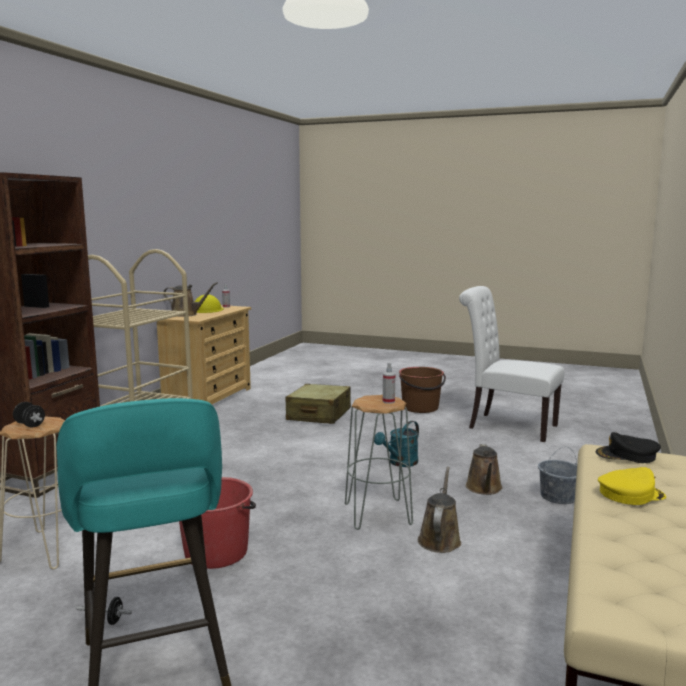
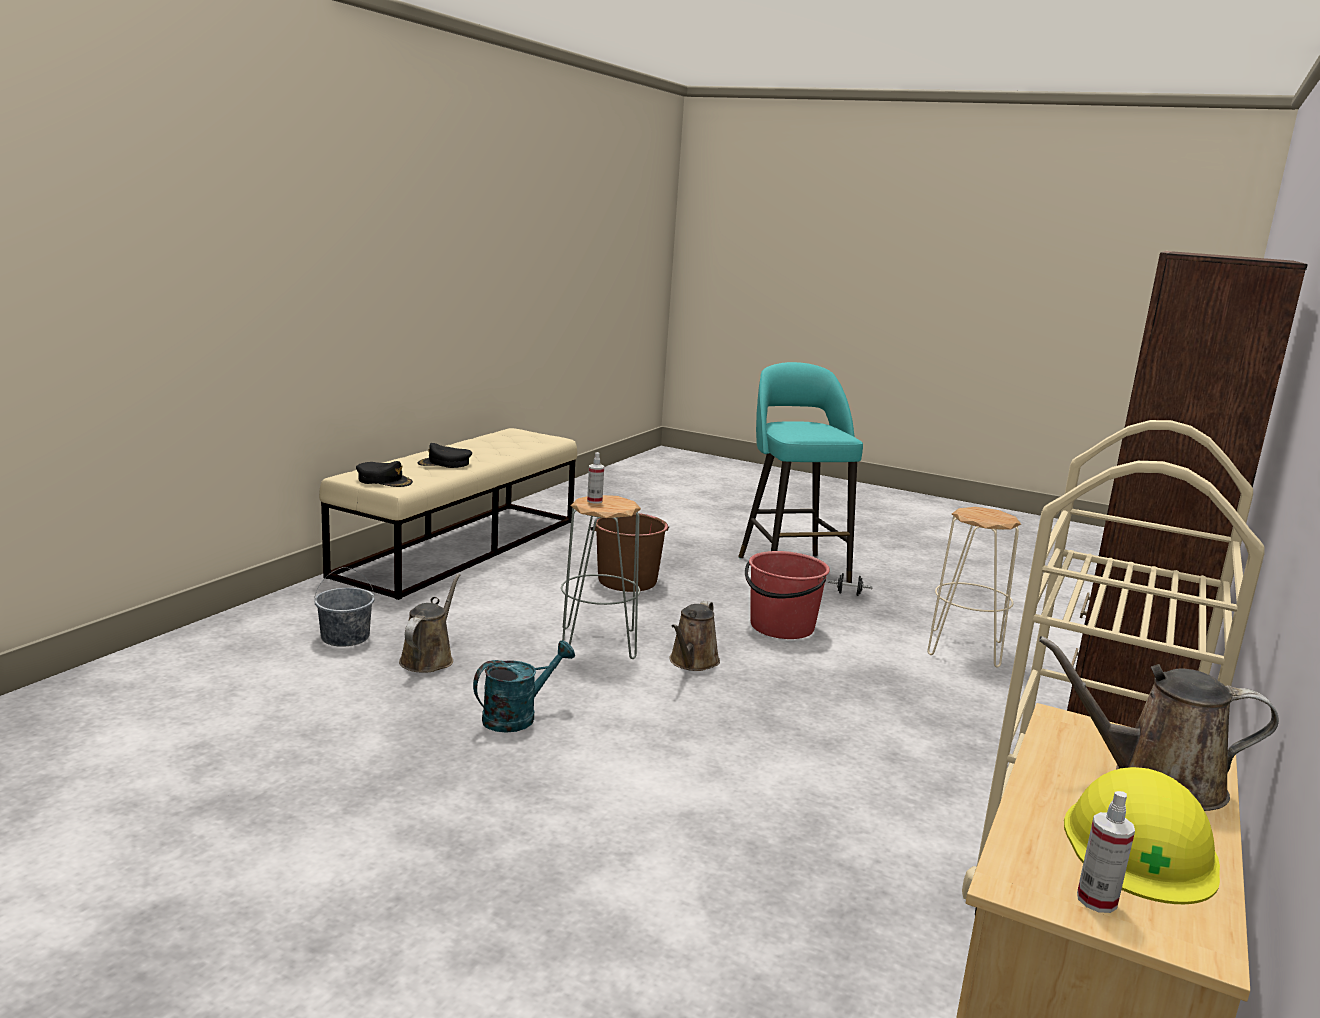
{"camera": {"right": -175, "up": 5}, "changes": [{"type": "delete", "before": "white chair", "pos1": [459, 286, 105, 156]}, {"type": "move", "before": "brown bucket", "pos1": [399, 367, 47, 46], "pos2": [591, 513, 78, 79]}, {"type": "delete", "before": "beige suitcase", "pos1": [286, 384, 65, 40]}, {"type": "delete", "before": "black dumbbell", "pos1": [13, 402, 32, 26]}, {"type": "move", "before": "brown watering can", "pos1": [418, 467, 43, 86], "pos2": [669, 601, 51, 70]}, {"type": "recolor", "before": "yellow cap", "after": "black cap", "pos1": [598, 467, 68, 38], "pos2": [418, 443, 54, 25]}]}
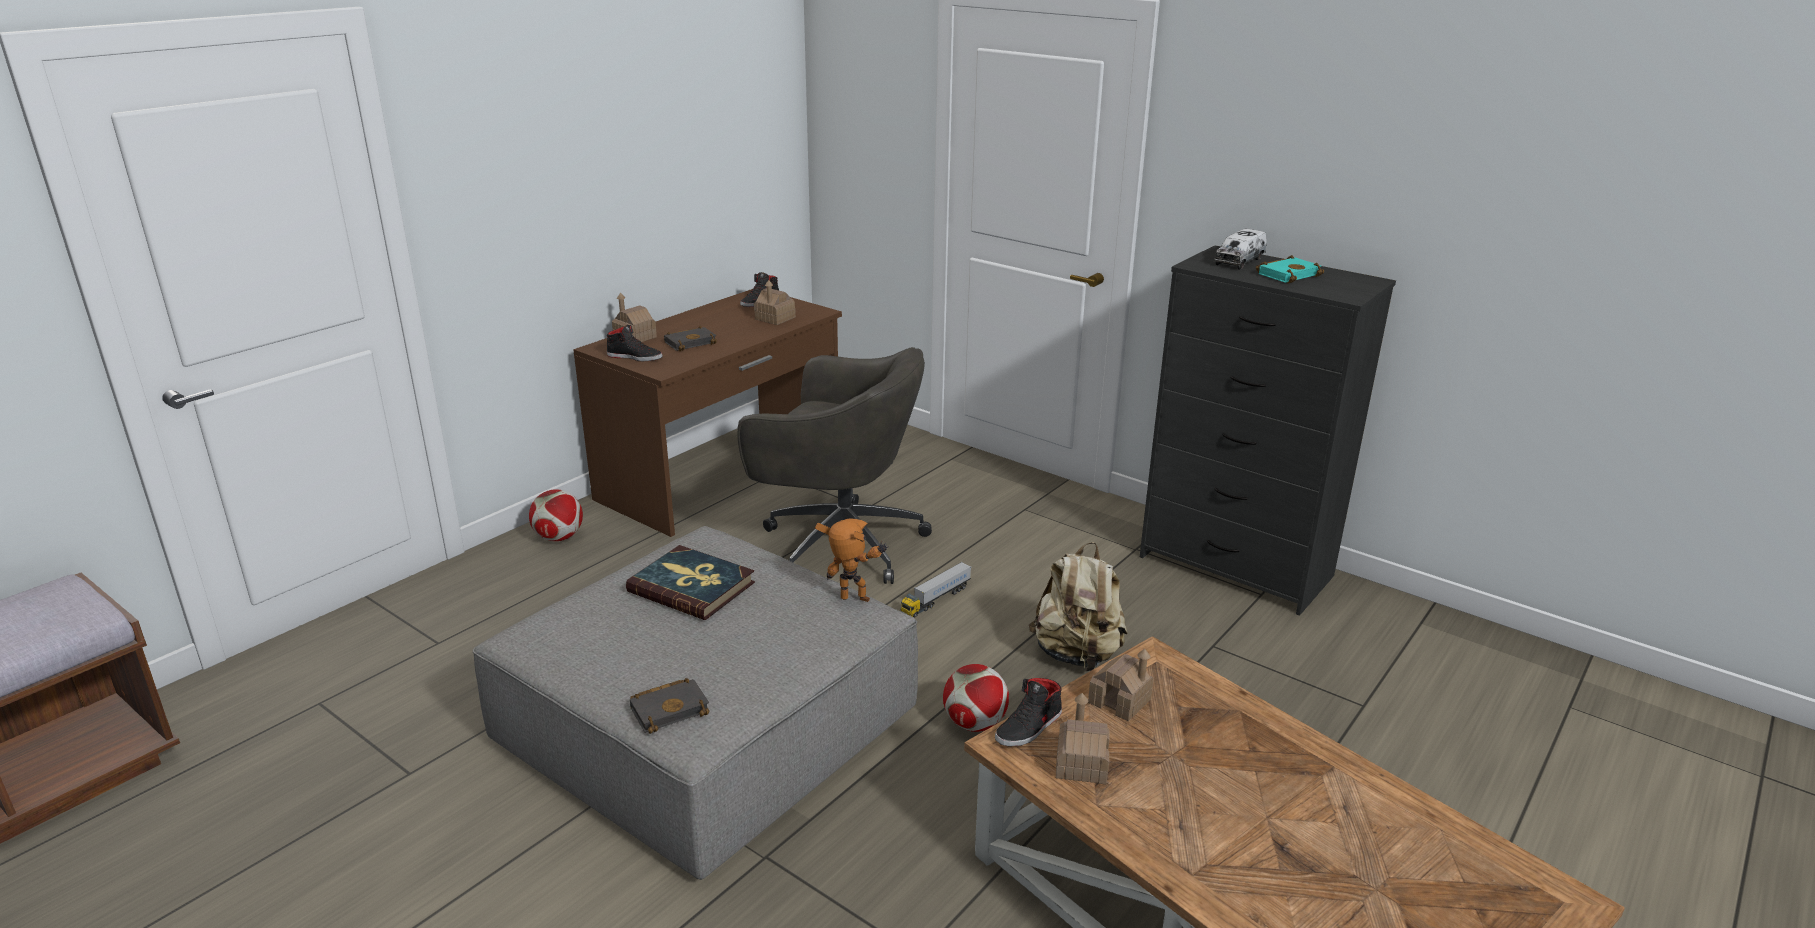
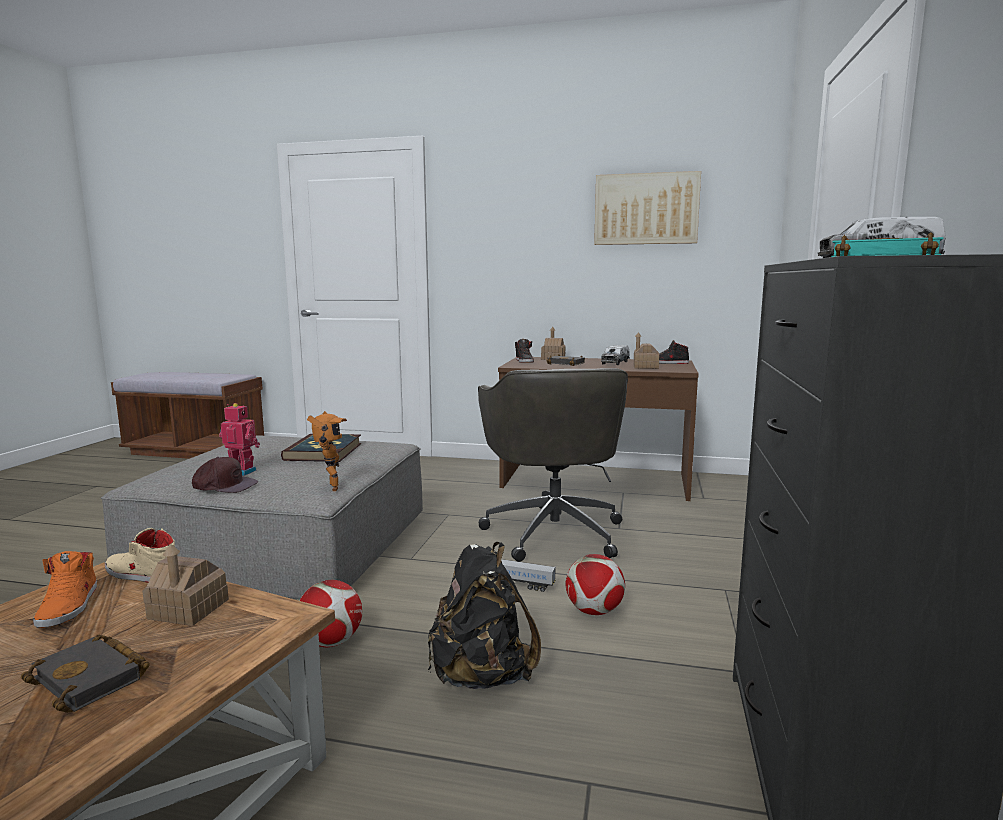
{"camera": {"right": 65, "up": -15}, "changes": [{"type": "move", "before": "football", "pos1": [529, 489, 54, 52], "pos2": [565, 554, 60, 61]}, {"type": "recolor", "before": "beige backpack", "after": "black backpack", "pos1": [1029, 542, 98, 129], "pos2": [428, 542, 113, 147]}, {"type": "move", "before": "black book", "pos1": [630, 678, 80, 56], "pos2": [21, 635, 129, 78]}, {"type": "recolor", "before": "black shoe", "after": "beige shoe", "pos1": [995, 678, 67, 69], "pos2": [105, 528, 70, 55]}, {"type": "replace", "before": "toy house", "after": "orange shoe", "pos1": [1056, 693, 54, 91], "pos2": [33, 551, 64, 77]}, {"type": "insert", "after": "picture", "pos2": [594, 171, 107, 74]}, {"type": "insert", "after": "toy truck", "pos2": [601, 345, 29, 20]}, {"type": "insert", "after": "toy robot", "pos2": [219, 403, 41, 73]}, {"type": "insert", "after": "brown cap", "pos2": [192, 457, 66, 36]}]}
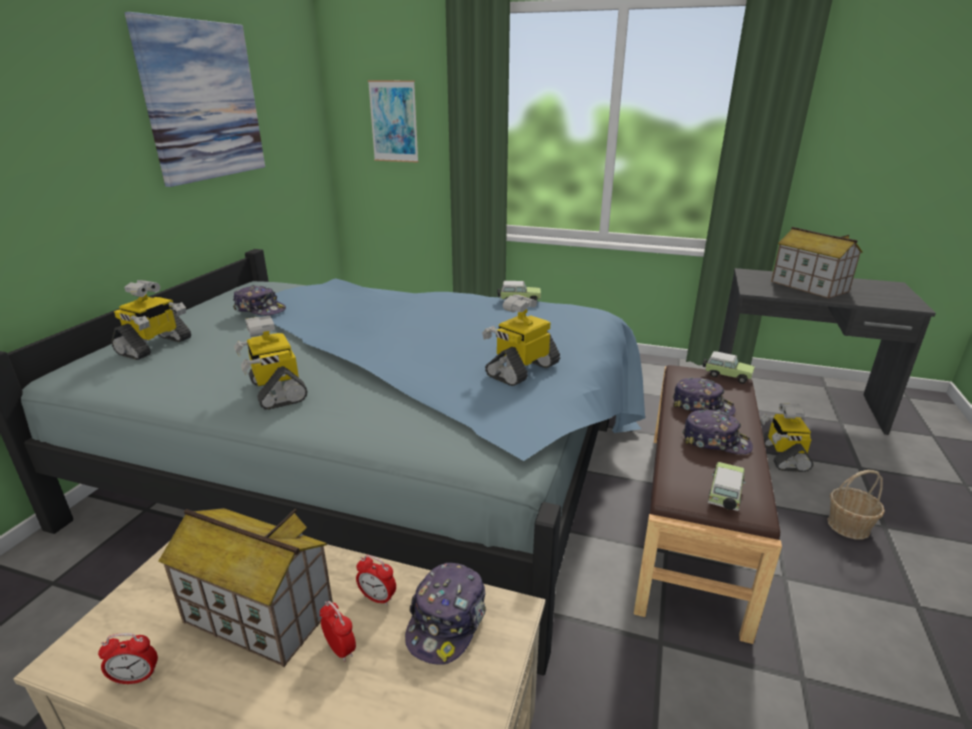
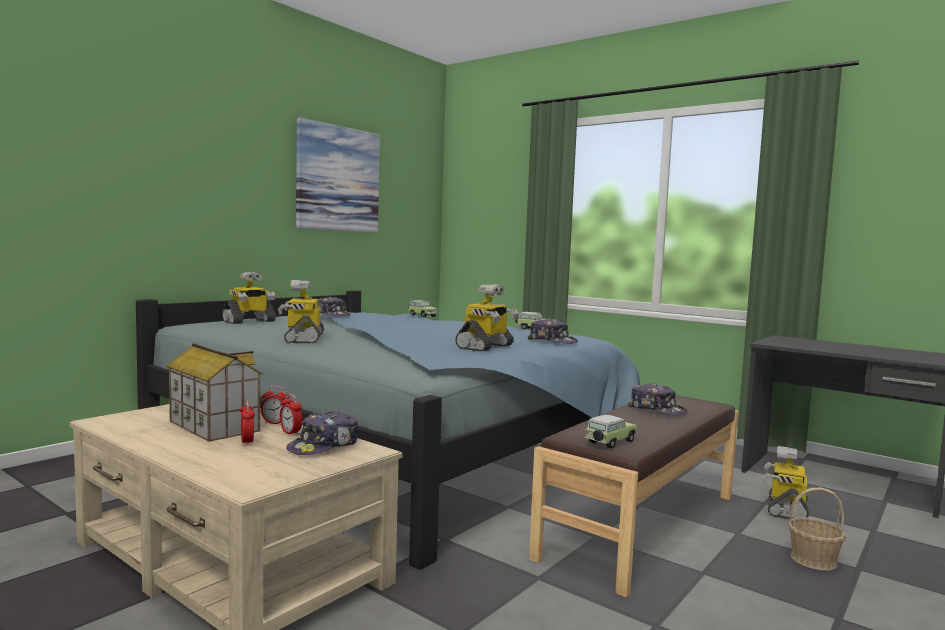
{"camera": {"right": 20, "up": -20}, "changes": [{"type": "delete", "before": "picture", "pos1": [368, 80, 51, 83]}, {"type": "delete", "before": "toy house", "pos1": [771, 227, 91, 72]}, {"type": "rotate", "before": "toy robot", "pos1": [482, 295, 78, 91], "pos2": [455, 284, 64, 68], "turn": 150}, {"type": "move", "before": "toy car", "pos1": [703, 351, 52, 33], "pos2": [408, 300, 30, 18]}, {"type": "move", "before": "cap", "pos1": [682, 410, 71, 44], "pos2": [528, 318, 50, 26]}, {"type": "move", "before": "alarm clock", "pos1": [98, 633, 60, 52], "pos2": [261, 385, 28, 39]}]}
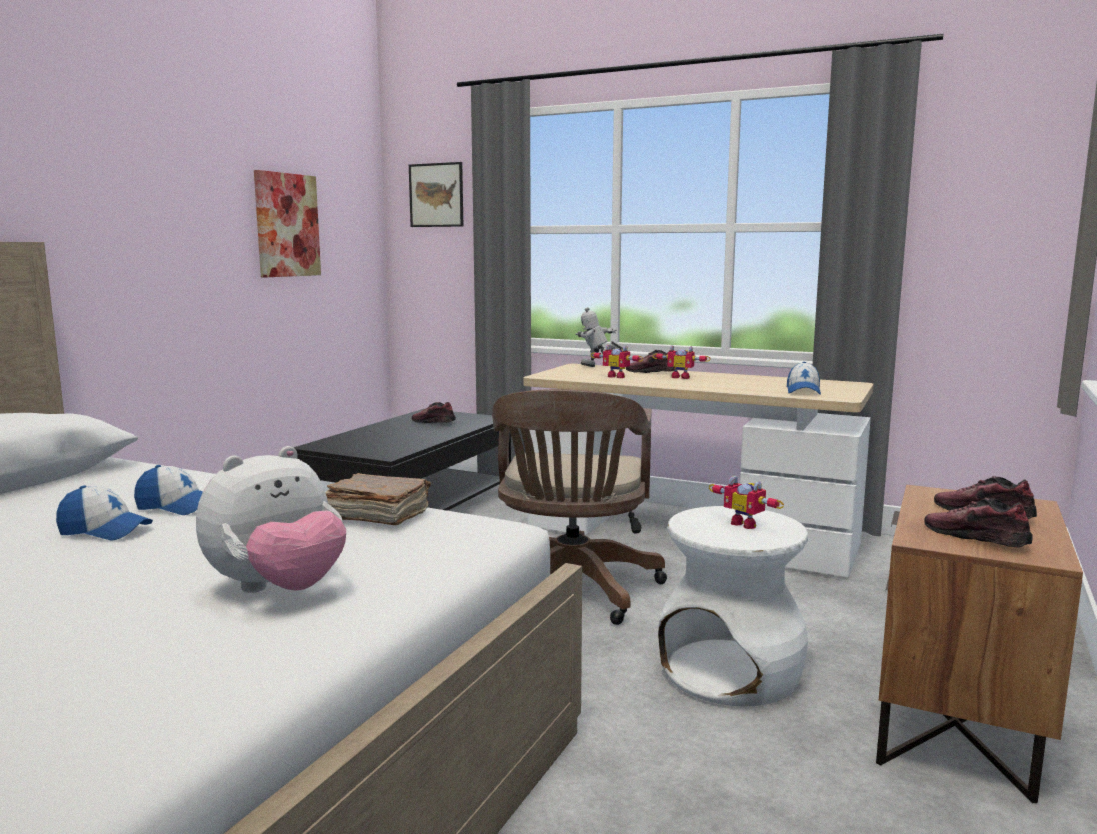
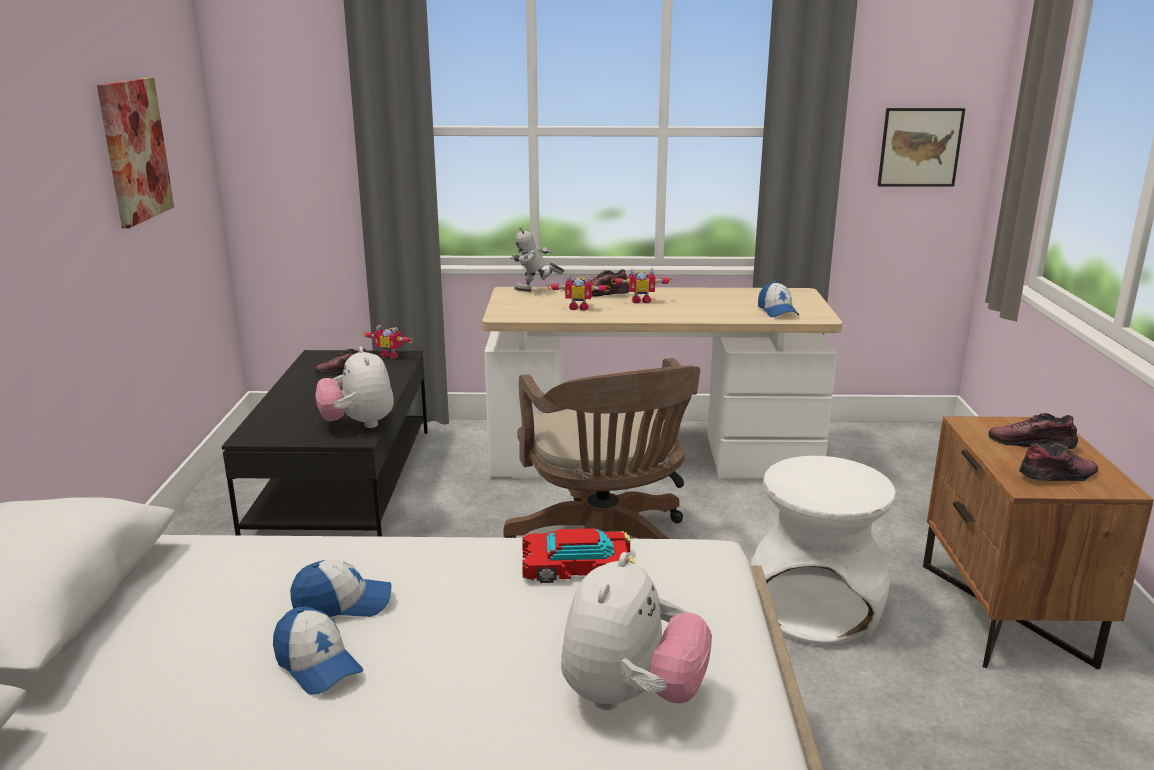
{"camera": {"right": -25, "up": 10}, "changes": [{"type": "move", "before": "picture", "pos1": [409, 162, 54, 65], "pos2": [877, 108, 88, 79]}, {"type": "replace", "before": "brown book", "after": "toy car", "pos1": [325, 473, 106, 52], "pos2": [522, 528, 113, 55]}, {"type": "move", "before": "toy robot", "pos1": [709, 476, 75, 53], "pos2": [363, 325, 50, 34]}, {"type": "rotate", "before": "cap", "pos1": [56, 485, 97, 56], "pos2": [273, 607, 90, 88], "turn": 60}, {"type": "rotate", "before": "shoe", "pos1": [924, 497, 109, 50], "pos2": [1019, 442, 79, 39], "turn": 135}, {"type": "insert", "after": "plush toy", "pos2": [316, 346, 78, 82]}]}
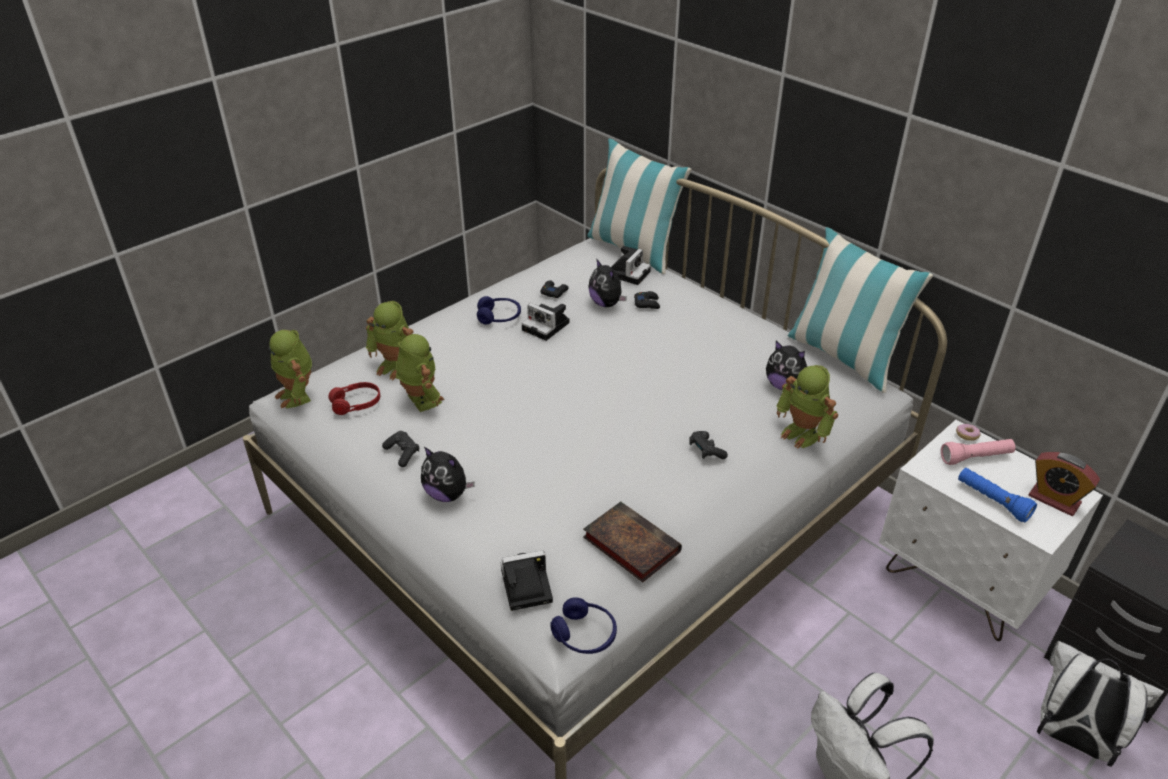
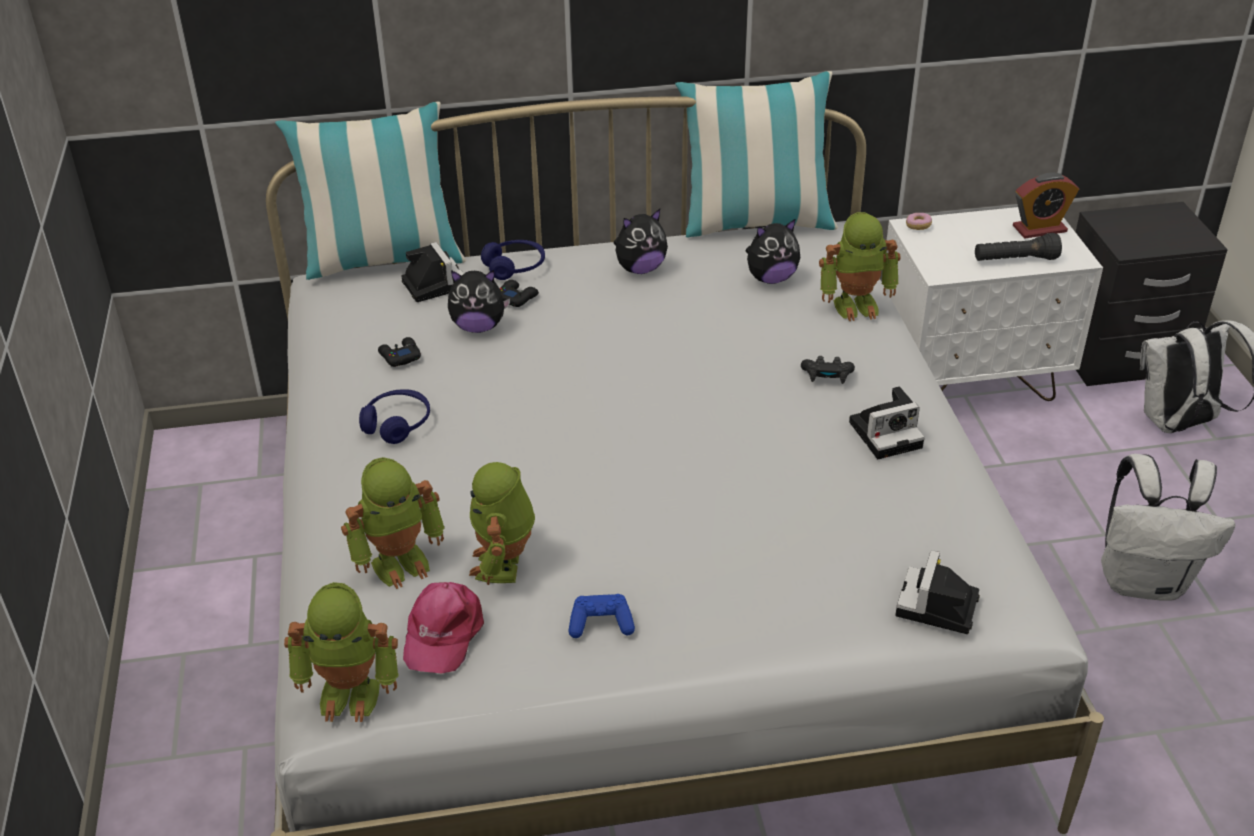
{"camera": {"right": -55, "up": 0}, "changes": [{"type": "move", "before": "photo camera", "pos1": [521, 303, 49, 38], "pos2": [849, 386, 76, 73]}, {"type": "rotate", "before": "toy robot", "pos1": [396, 334, 49, 78], "pos2": [469, 462, 66, 123], "turn": -90}, {"type": "replace", "before": "red headphones", "after": "pink cap", "pos1": [328, 382, 52, 33], "pos2": [403, 582, 81, 92]}, {"type": "recolor", "before": "black game controller", "after": "blue game controller", "pos1": [382, 431, 37, 36], "pos2": [569, 594, 66, 44]}, {"type": "delete", "before": "pink flashlight", "pos1": [941, 439, 74, 26]}, {"type": "move", "before": "plush toy", "pos1": [421, 447, 54, 55], "pos2": [613, 209, 55, 65]}, {"type": "recolor", "before": "blue flashlight", "after": "black flashlight", "pos1": [958, 468, 79, 54], "pos2": [975, 233, 87, 28]}, {"type": "delete", "before": "book", "pos1": [583, 502, 99, 80]}, {"type": "move", "before": "blue headphones", "pos1": [550, 597, 67, 57], "pos2": [481, 240, 64, 40]}]}
